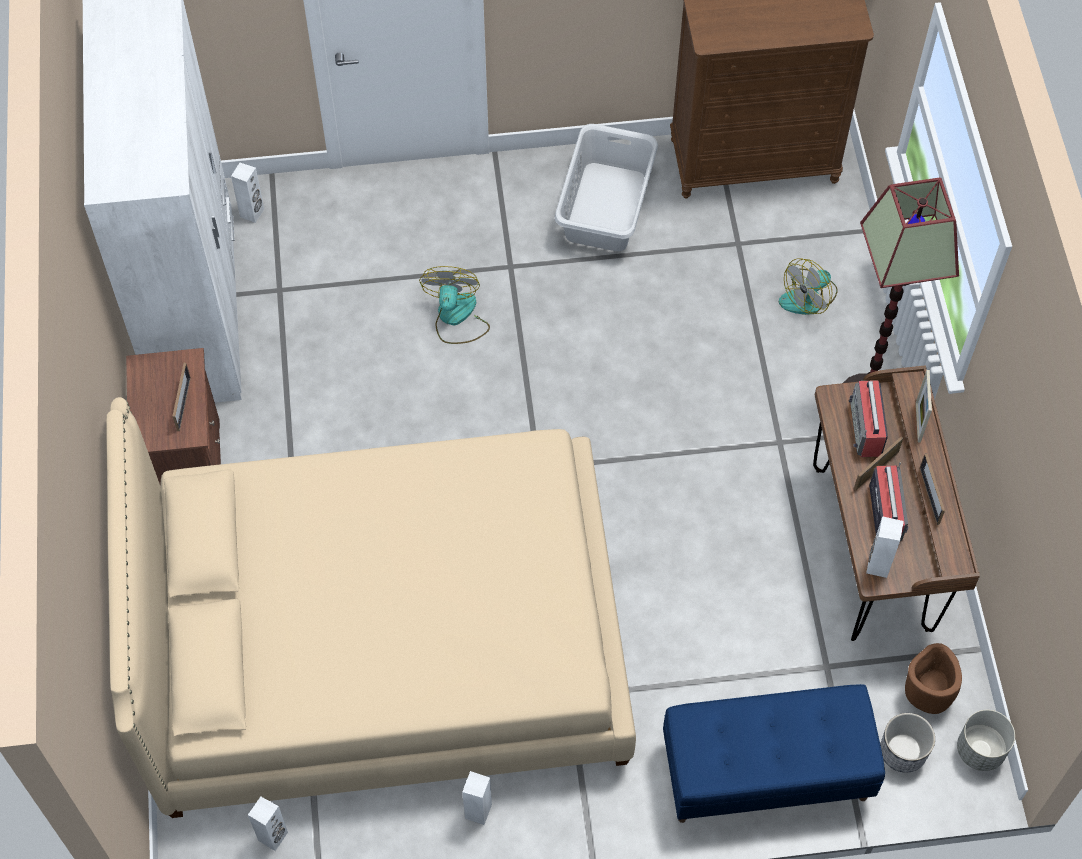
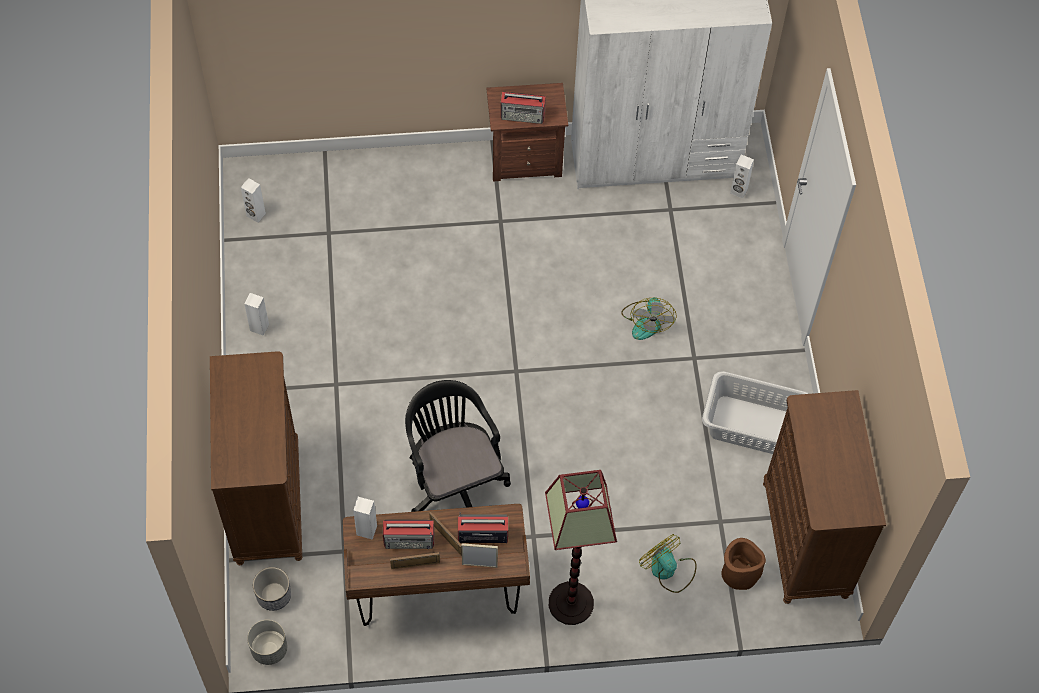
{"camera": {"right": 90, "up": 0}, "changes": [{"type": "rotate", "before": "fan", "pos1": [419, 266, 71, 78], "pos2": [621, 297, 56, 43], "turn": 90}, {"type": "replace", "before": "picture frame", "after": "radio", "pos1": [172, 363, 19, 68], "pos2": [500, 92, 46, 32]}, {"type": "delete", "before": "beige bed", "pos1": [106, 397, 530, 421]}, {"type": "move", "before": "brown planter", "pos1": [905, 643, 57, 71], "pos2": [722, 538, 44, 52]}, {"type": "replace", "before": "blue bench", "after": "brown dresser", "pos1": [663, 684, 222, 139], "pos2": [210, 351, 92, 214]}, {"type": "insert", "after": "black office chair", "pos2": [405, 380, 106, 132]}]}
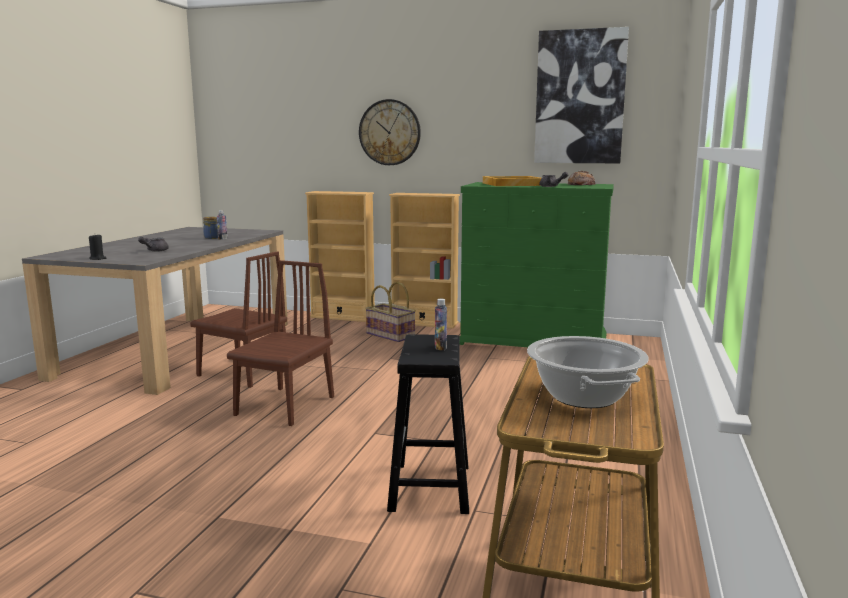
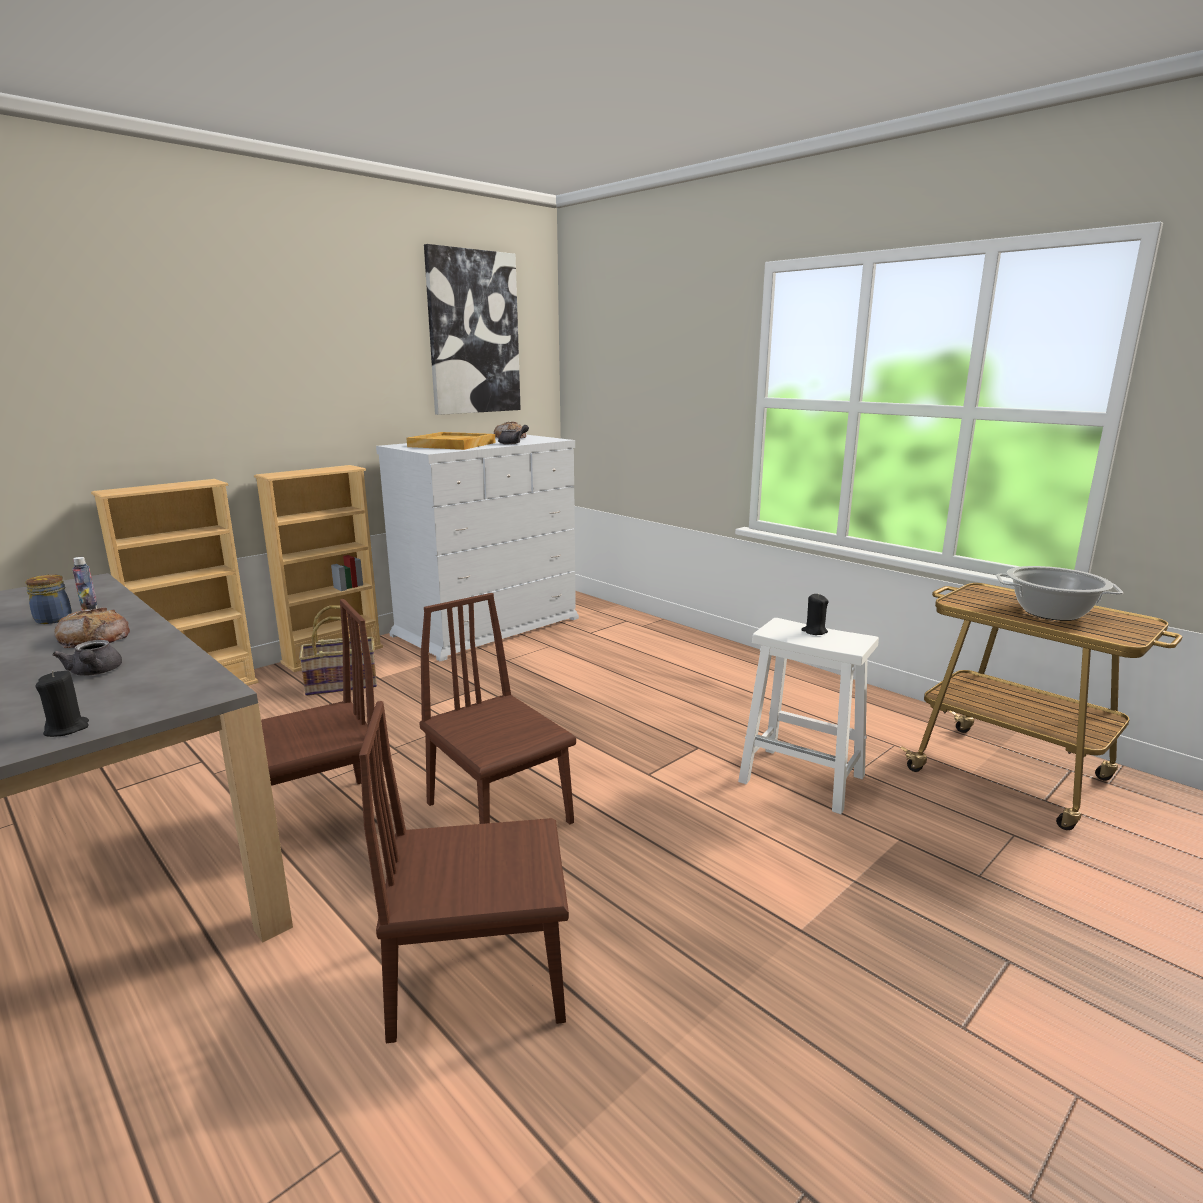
{"camera": {"right": -60, "up": 5}, "changes": [{"type": "delete", "before": "wall clock", "pos1": [359, 99, 62, 66]}, {"type": "recolor", "before": "green dresser", "after": "white dresser", "pos1": [460, 182, 154, 165], "pos2": [376, 435, 203, 226]}, {"type": "replace", "before": "bottle", "after": "black candle", "pos1": [435, 299, 12, 51], "pos2": [801, 594, 28, 41]}, {"type": "recolor", "before": "black stool", "after": "white stool", "pos1": [387, 334, 82, 180], "pos2": [738, 618, 141, 196]}, {"type": "insert", "after": "bread", "pos2": [54, 608, 76, 40]}, {"type": "insert", "after": "brown chair", "pos2": [359, 701, 210, 342]}]}
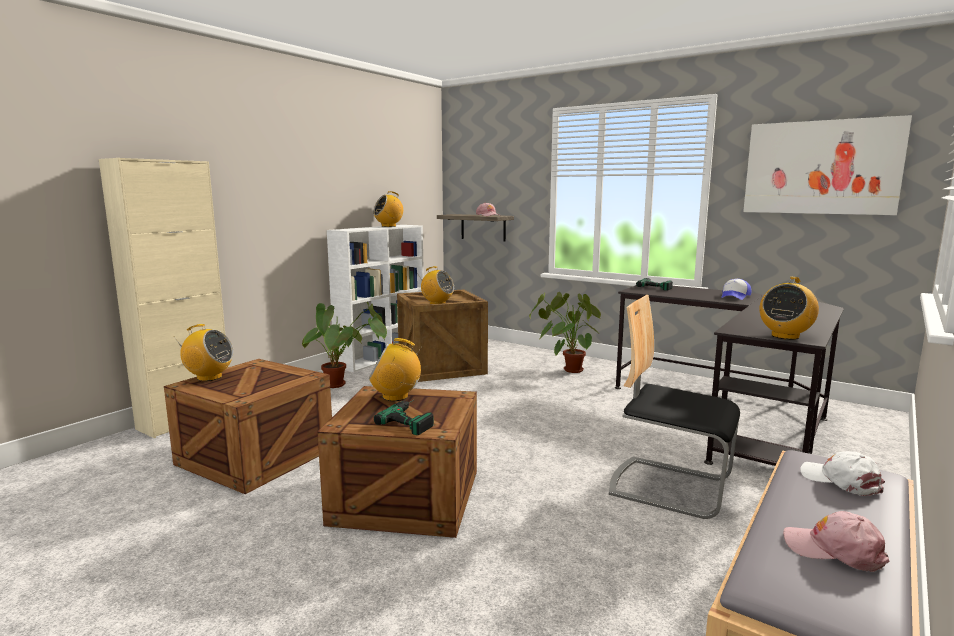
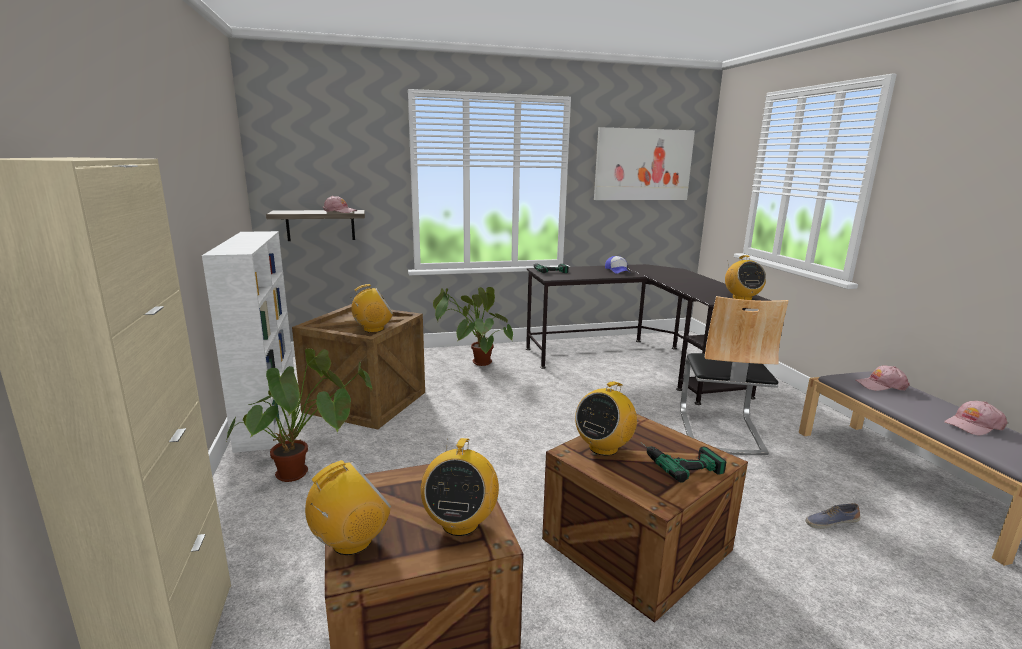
{"camera": {"right": -50, "up": 5}, "changes": [{"type": "move", "before": "radio", "pos1": [373, 191, 30, 36], "pos2": [421, 438, 78, 98]}, {"type": "rotate", "before": "chair", "pos1": [609, 295, 131, 224], "pos2": [680, 296, 108, 159], "turn": -60}, {"type": "recolor", "before": "white cap", "after": "pink cap", "pos1": [800, 451, 85, 45], "pos2": [856, 365, 54, 26]}, {"type": "insert", "after": "shoe", "pos2": [805, 503, 55, 26]}]}
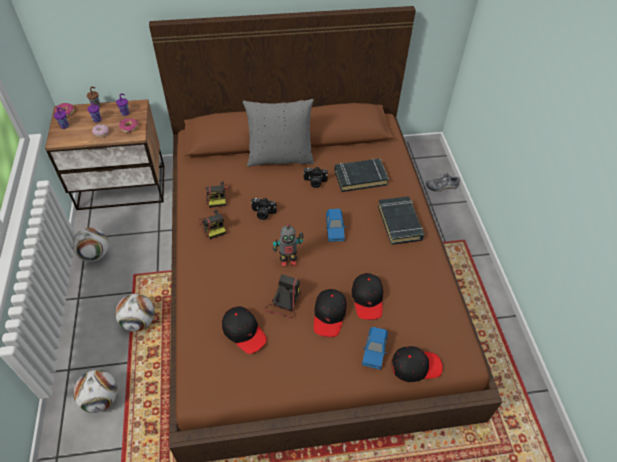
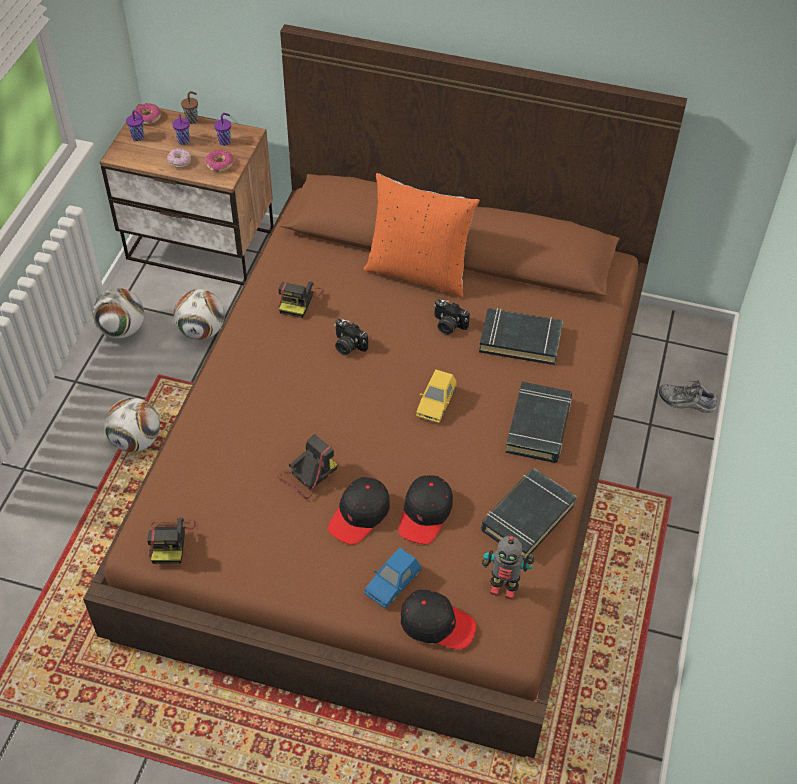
{"camera": {"right": 25, "up": 0}, "changes": [{"type": "recolor", "before": "grey pillow", "after": "orange pillow", "pos1": [243, 99, 71, 68], "pos2": [364, 173, 115, 125]}, {"type": "move", "before": "photo camera", "pos1": [198, 209, 28, 30], "pos2": [147, 517, 49, 47]}, {"type": "recolor", "before": "blue toy car", "after": "yellow toy car", "pos1": [326, 209, 20, 33], "pos2": [416, 370, 41, 53]}, {"type": "move", "before": "toy robot", "pos1": [273, 224, 31, 43], "pos2": [482, 536, 52, 64]}, {"type": "delete", "before": "black cap", "pos1": [222, 306, 45, 48]}, {"type": "move", "before": "football", "pos1": [73, 370, 45, 43], "pos2": [173, 289, 52, 51]}, {"type": "insert", "after": "black book", "pos2": [481, 468, 96, 92]}]}
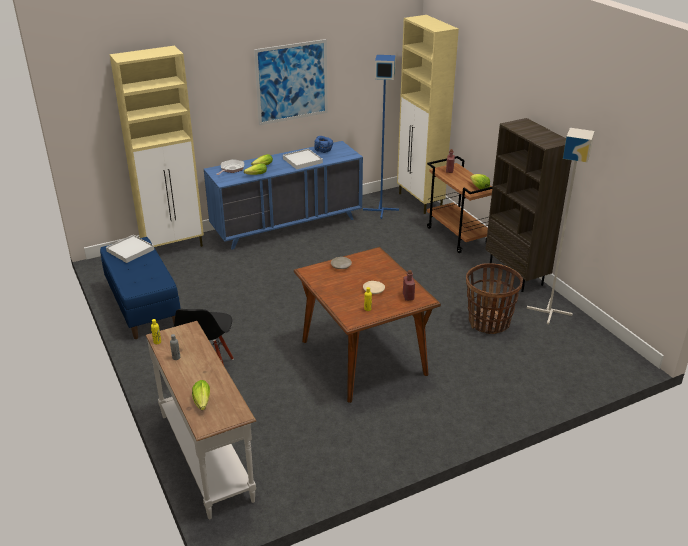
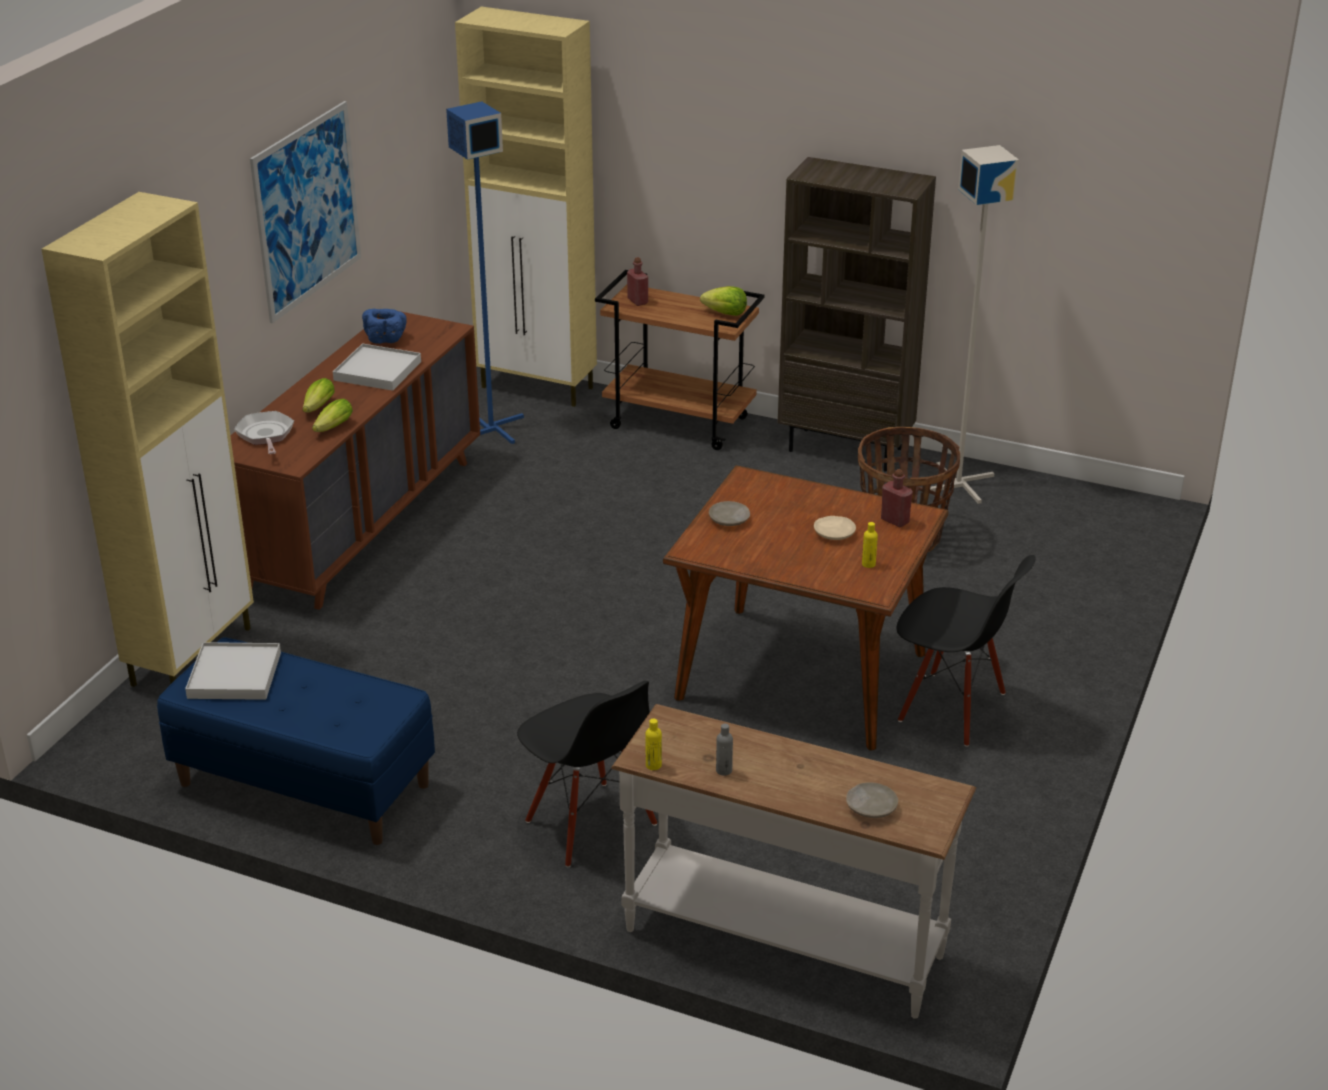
{"camera": {"right": -40, "up": 0}, "changes": [{"type": "recolor", "before": "blue dresser", "after": "brown dresser", "pos1": [204, 141, 159, 109], "pos2": [230, 311, 250, 299]}, {"type": "replace", "before": "lettuce", "after": "beige plate", "pos1": [192, 380, 18, 30], "pos2": [846, 782, 52, 36]}, {"type": "insert", "after": "black chair", "pos2": [896, 555, 140, 192]}]}
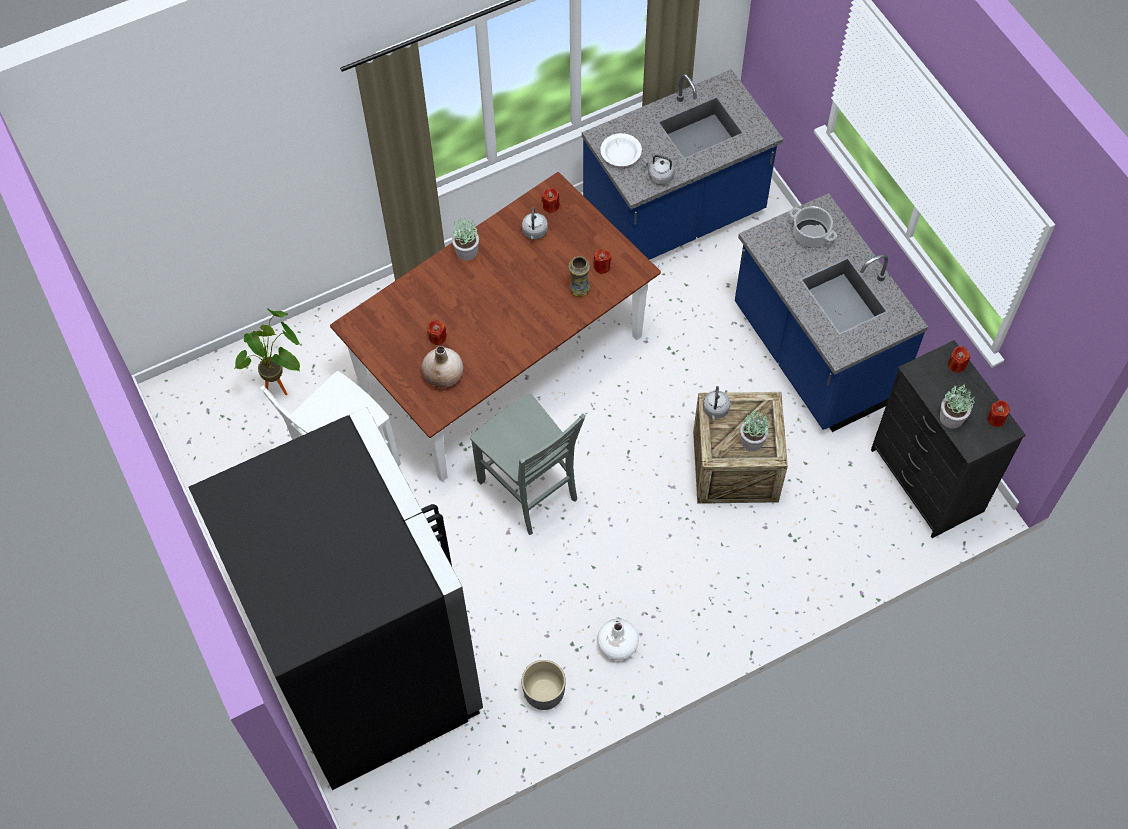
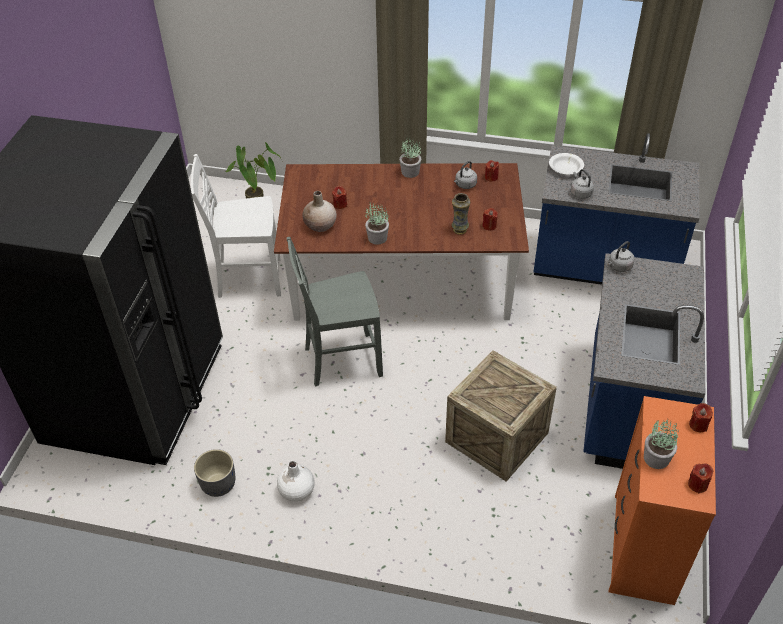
{"camera": {"right": 40, "up": -15}, "changes": [{"type": "delete", "before": "cooking pot", "pos1": [789, 206, 48, 42]}, {"type": "recolor", "before": "black dresser", "after": "orange dresser", "pos1": [871, 340, 155, 198], "pos2": [609, 396, 107, 209]}, {"type": "move", "before": "grey kettle", "pos1": [703, 386, 27, 34], "pos2": [608, 241, 27, 31]}, {"type": "rotate", "before": "grey chair", "pos1": [470, 394, 116, 141], "pos2": [287, 237, 96, 149], "turn": 75}, {"type": "move", "before": "potted plant", "pos1": [740, 409, 29, 42], "pos2": [365, 202, 24, 42]}]}
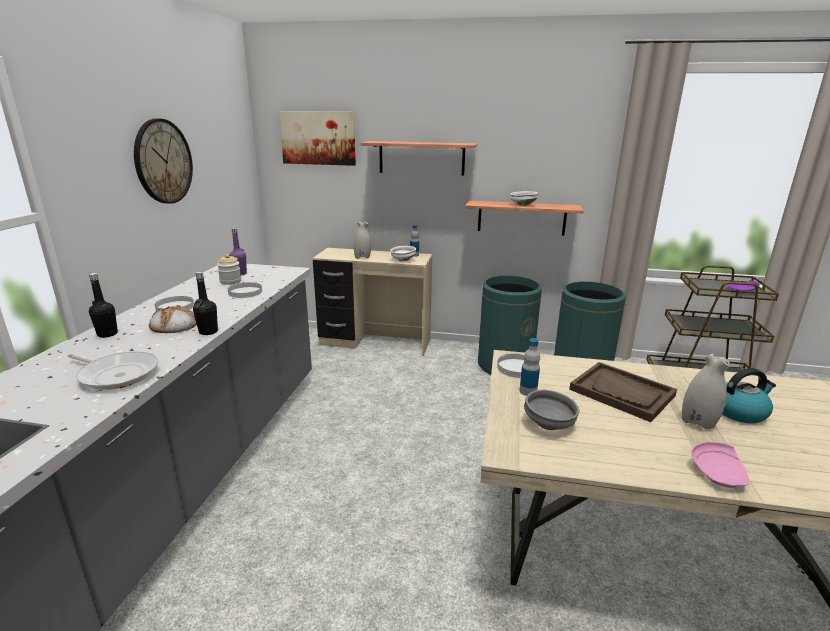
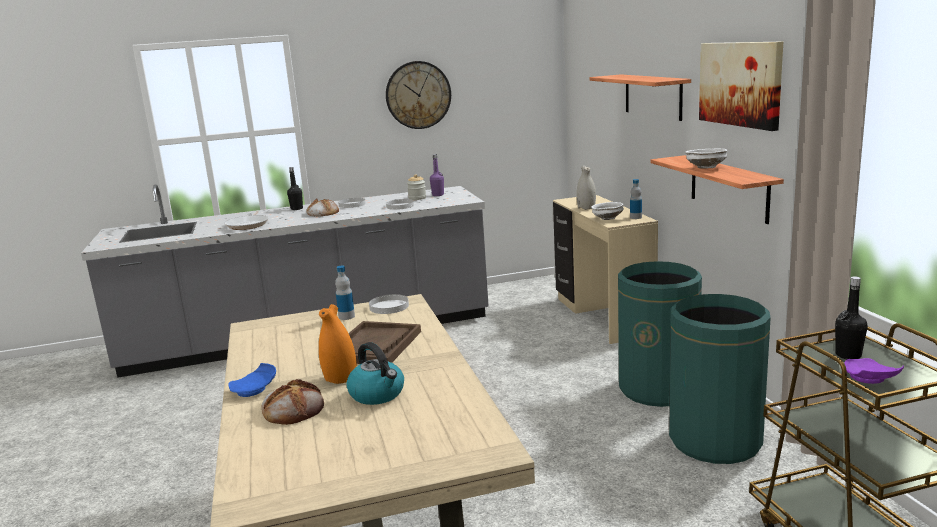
{"camera": {"right": 65, "up": -5}, "changes": [{"type": "move", "before": "picture", "pos1": [279, 111, 77, 55], "pos2": [699, 41, 85, 90]}, {"type": "move", "before": "black bottle", "pos1": [193, 272, 25, 63], "pos2": [835, 276, 33, 83]}, {"type": "recolor", "before": "white vase", "after": "orange vase", "pos1": [682, 354, 48, 76], "pos2": [319, 304, 38, 80]}, {"type": "delete", "before": "grey bowl", "pos1": [524, 390, 55, 40]}, {"type": "recolor", "before": "pink plate", "after": "blue plate", "pos1": [691, 442, 58, 46], "pos2": [228, 363, 48, 34]}, {"type": "insert", "after": "bread", "pos2": [262, 379, 62, 46]}]}
